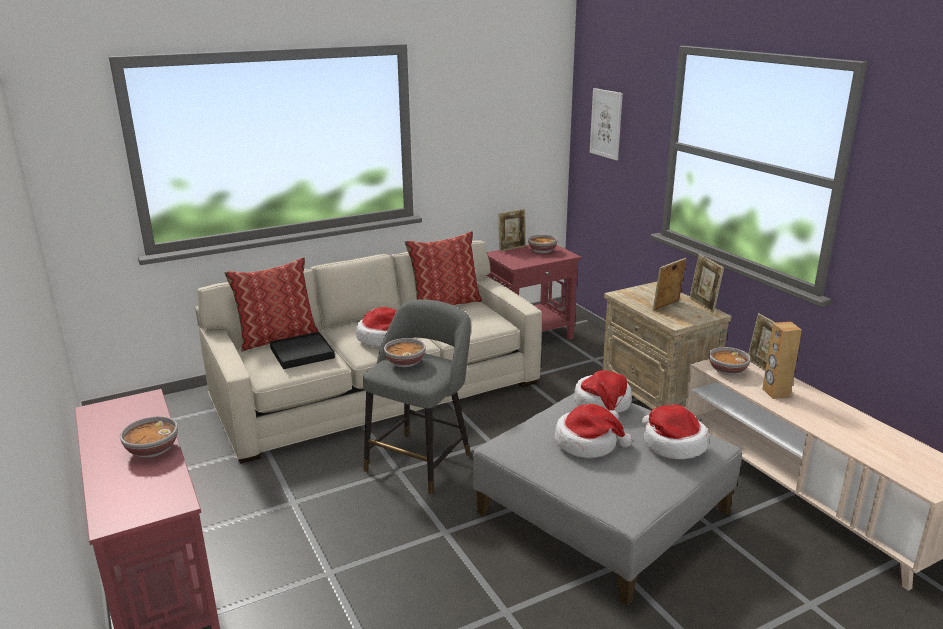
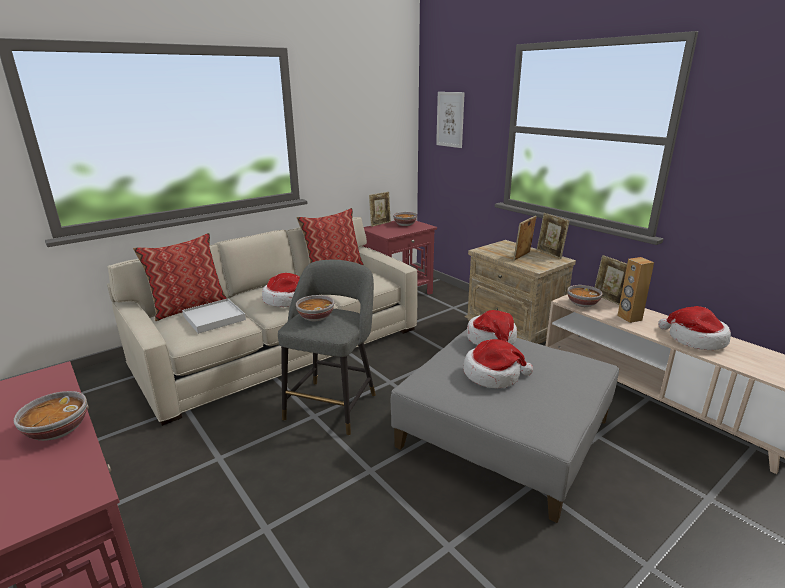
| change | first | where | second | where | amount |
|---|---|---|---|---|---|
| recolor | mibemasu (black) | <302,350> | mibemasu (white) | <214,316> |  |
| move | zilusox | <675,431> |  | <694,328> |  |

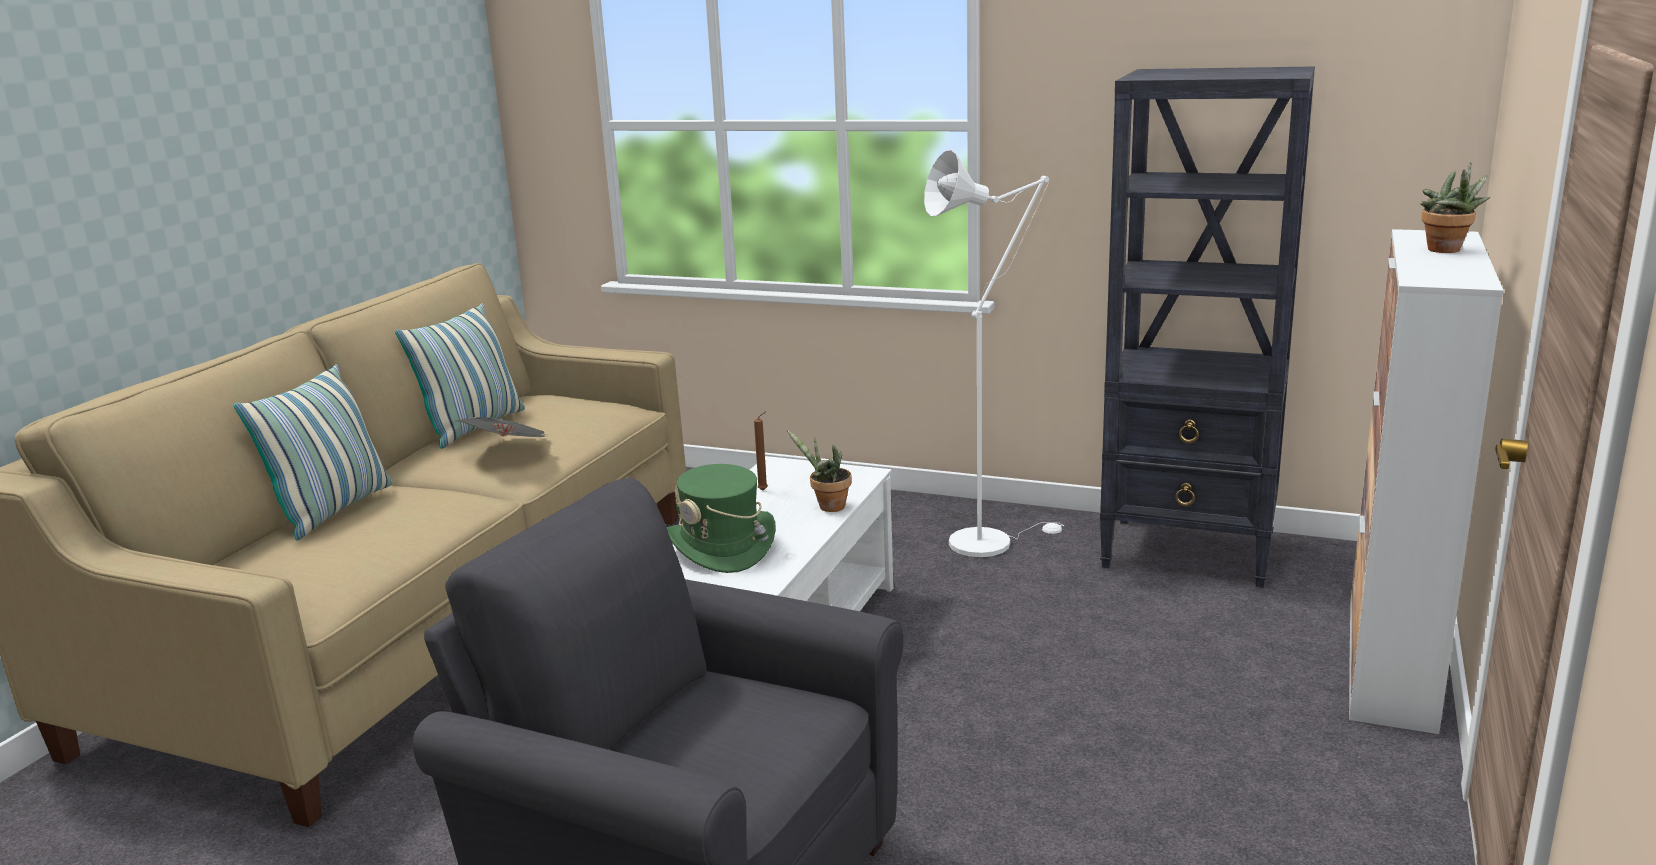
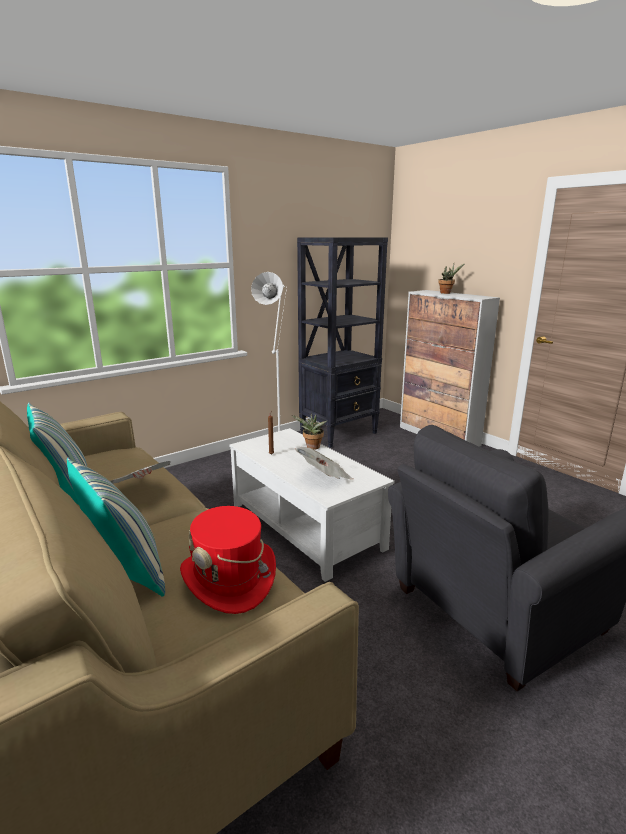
| change | first | where | second | where | amount |
|---|---|---|---|---|---|
| insert |  |  | zilusox (red) | <228,560> |  |
| replace | zilusox (green) | <721,518> | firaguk | <324,463> |  |

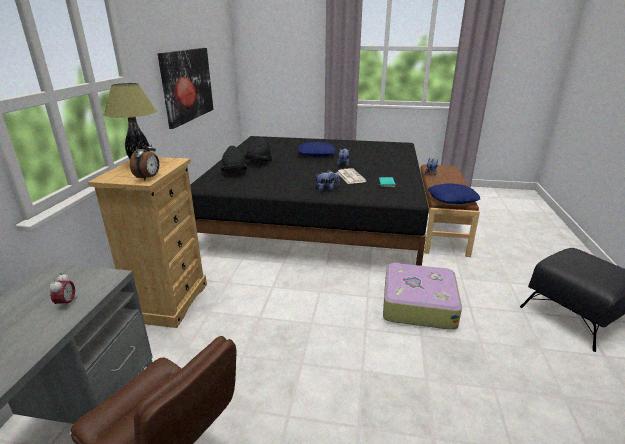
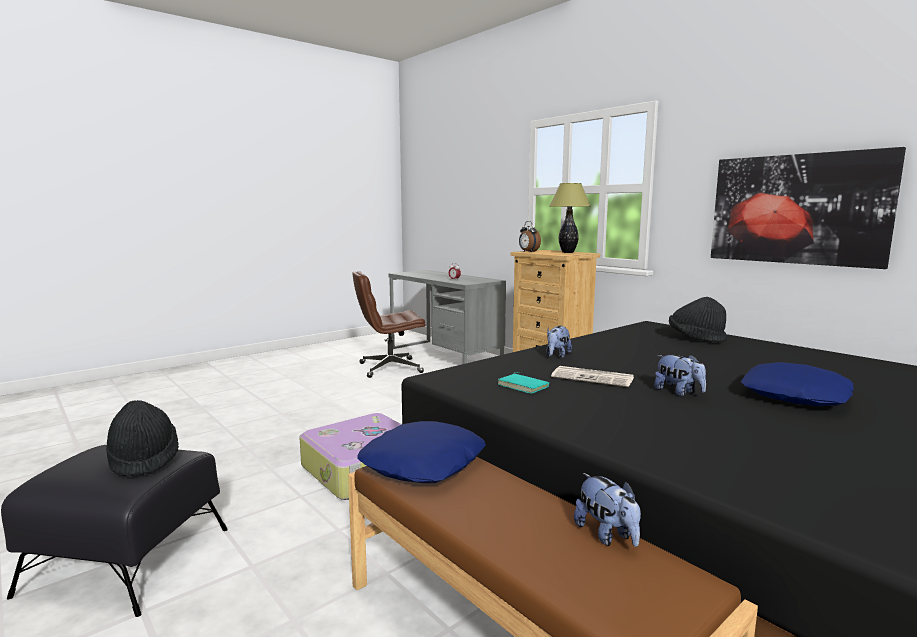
| change | first | where | second | where | amount |
|---|---|---|---|---|---|
| move | zilusox (black) | <258,149> |  | <142,438> |  |

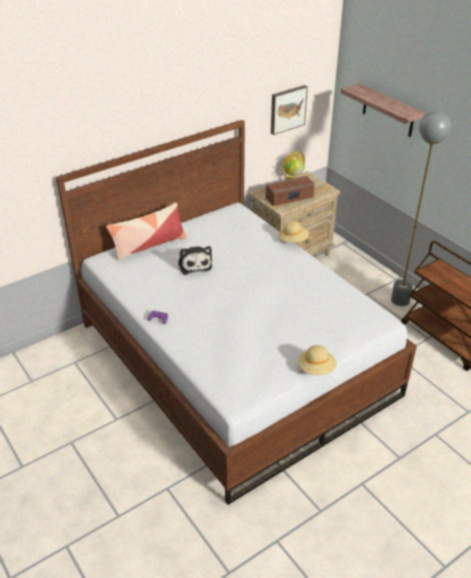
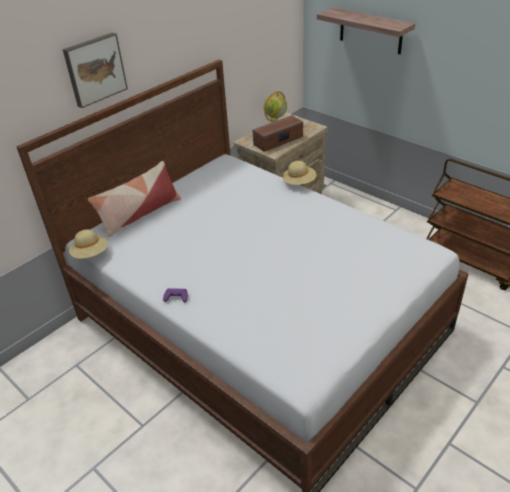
| change | first | where | second | where | amount |
|---|---|---|---|---|---|
| move | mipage | <289,110> |  | <95,70> |  |
| move | zilusox (beige) | <317,360> |  | <88,244> |  |
| delete | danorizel | <195,260> |  |  |  |
| delete | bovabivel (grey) | <421,208> |  |  |  |

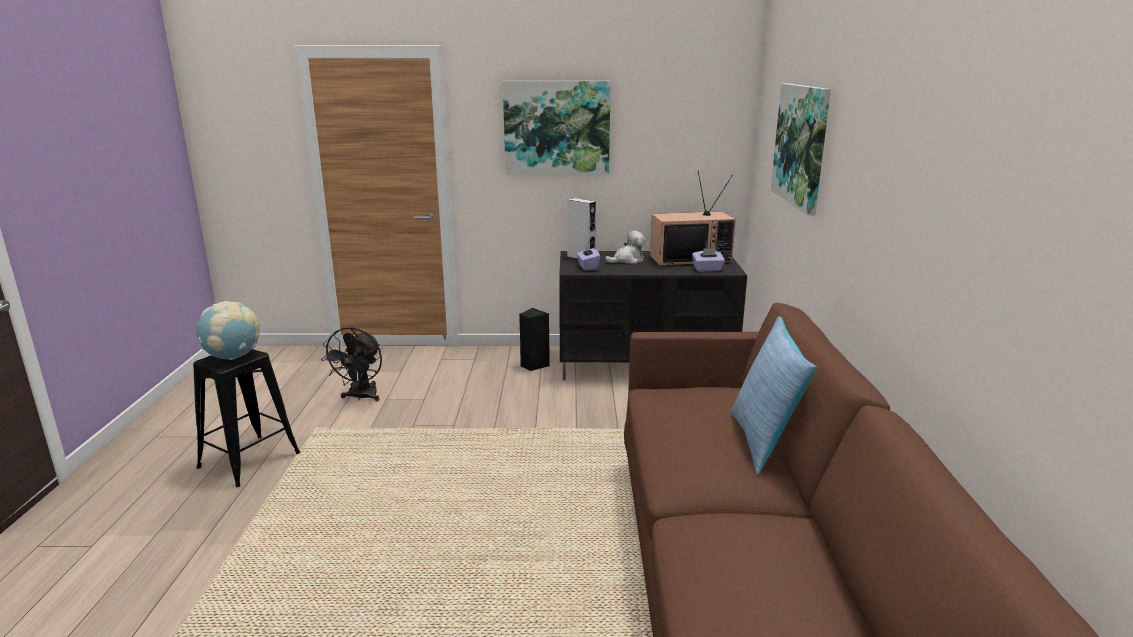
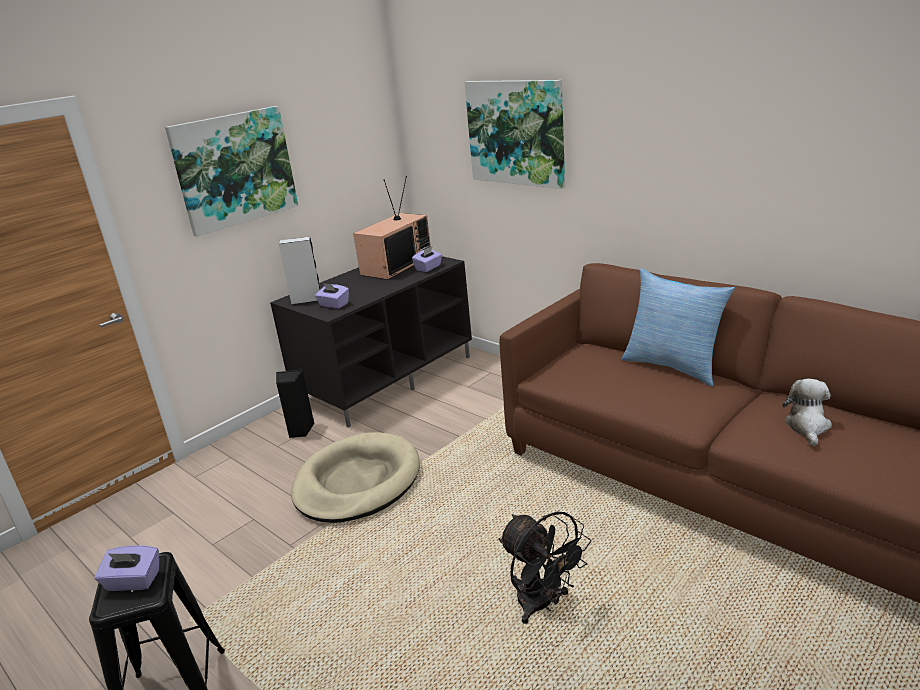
| change | first | where | second | where | amount |
|---|---|---|---|---|---|
| replace | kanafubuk | <228,330> | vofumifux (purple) | <127,568> |  |
| insert |  |  | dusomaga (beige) | <355,477> |  |
| move | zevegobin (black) | <351,364> |  | <544,567> |  |
| move | danorizel | <625,247> |  | <807,412> |  |

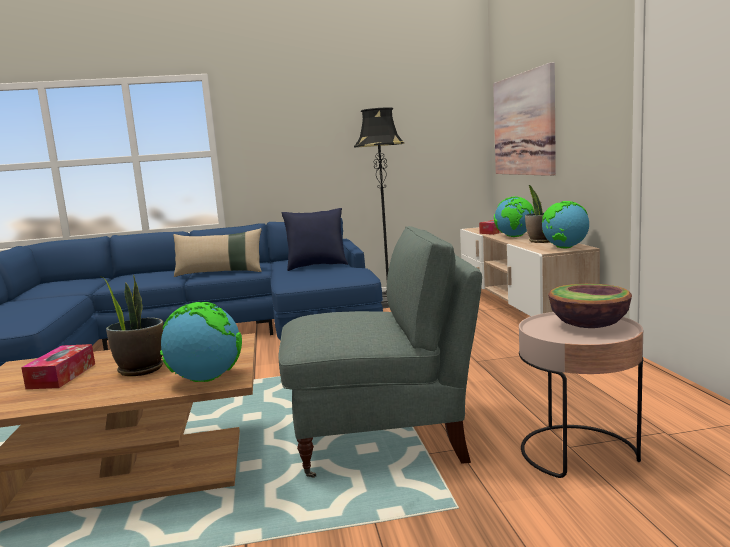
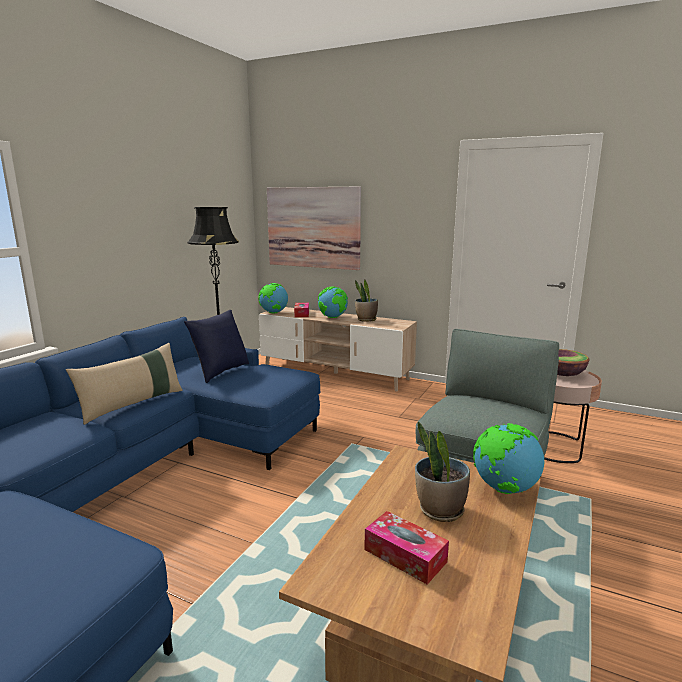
| change | first | where | second | where | amount |
|---|---|---|---|---|---|
| move | kanafubuk | <565,224> |  | <273,298> |  |

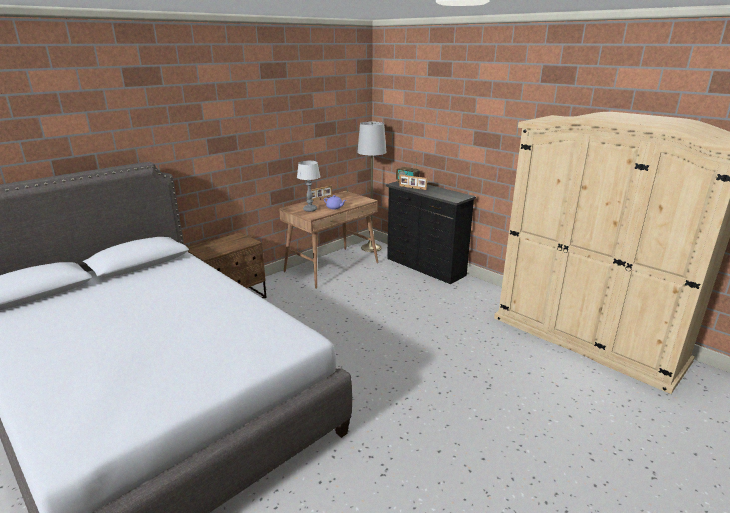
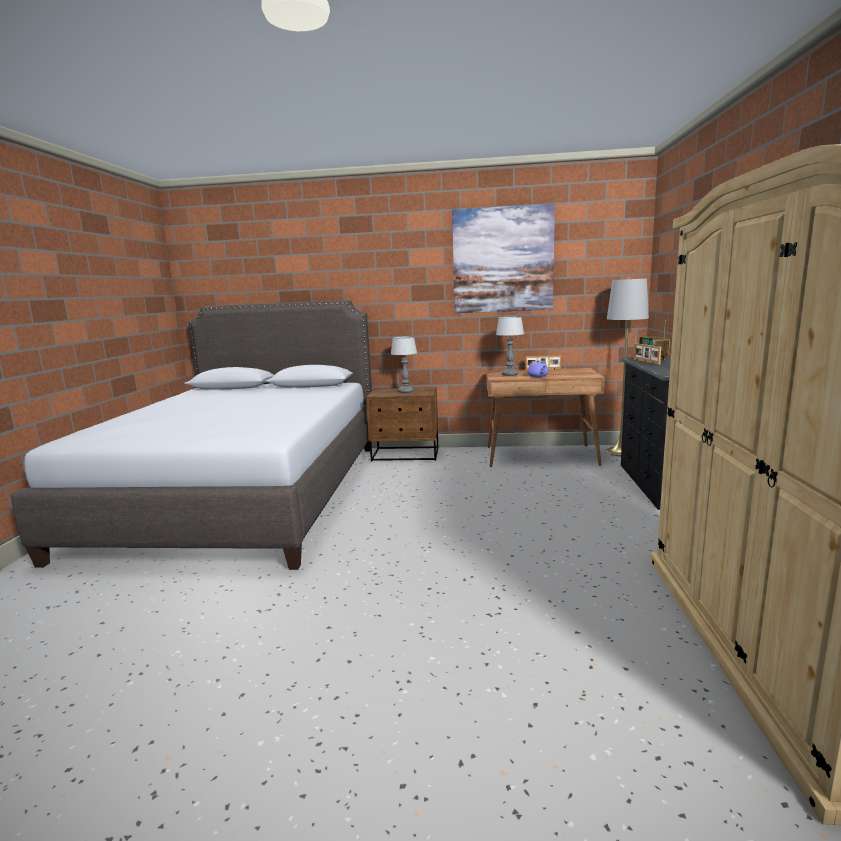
| change | first | where | second | where | amount |
|---|---|---|---|---|---|
| insert |  |  | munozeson | <404,364> |  |
| insert |  |  | mipage | <503,258> |  |

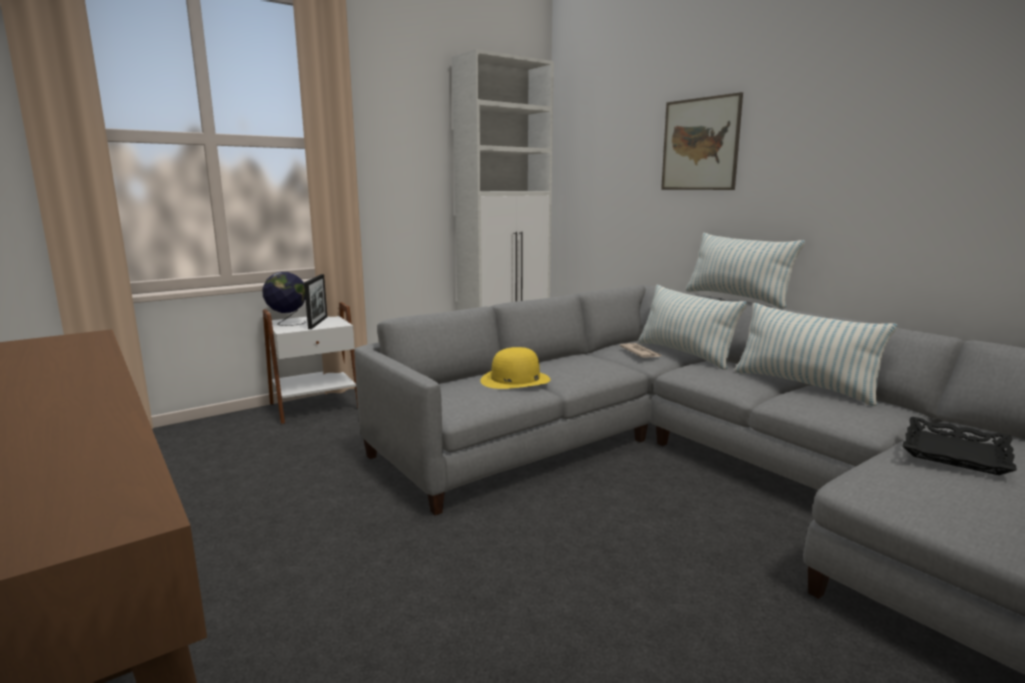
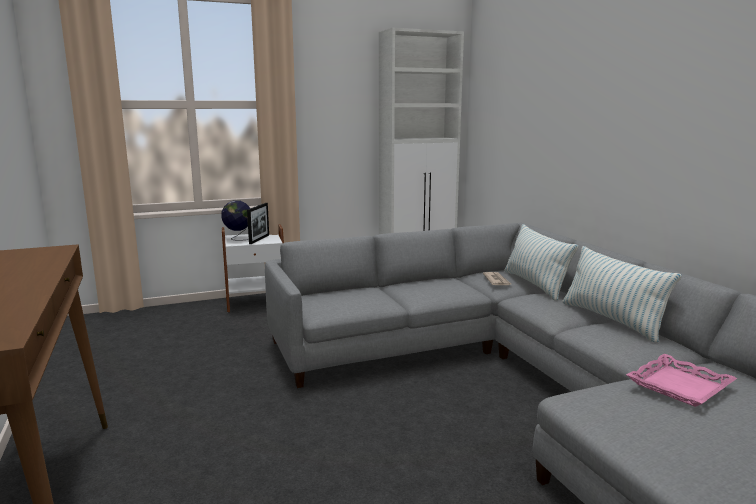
| change | first | where | second | where | amount |
|---|---|---|---|---|---|
| recolor | mibemasu (black) | <959,446> | mibemasu (pink) | <681,380> |  |
| delete | zilusox (yellow) | <515,368> |  |  |  |
| delete | mipage | <702,141> |  |  |  |
| delete | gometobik | <745,270> |  |  |  |

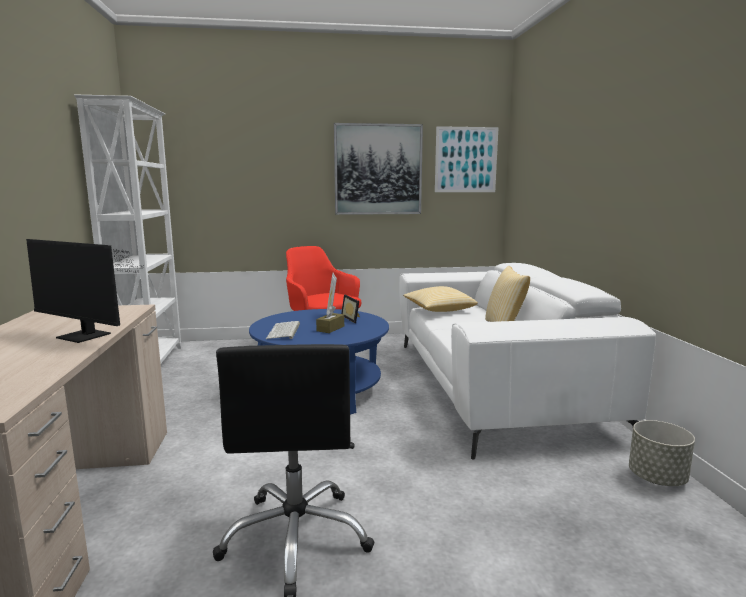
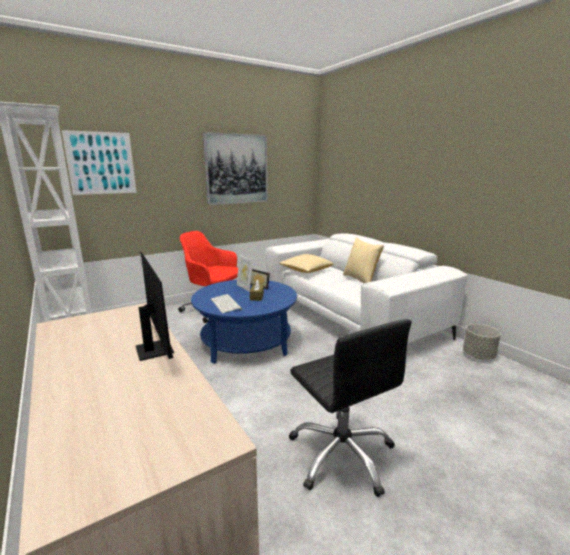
| change | first | where | second | where | amount |
|---|---|---|---|---|---|
| move | mipage | <467,159> |  | <99,162> |  |
| rotate | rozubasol | <85,291> |  | <154,306> | 120 degrees counterclockwise |

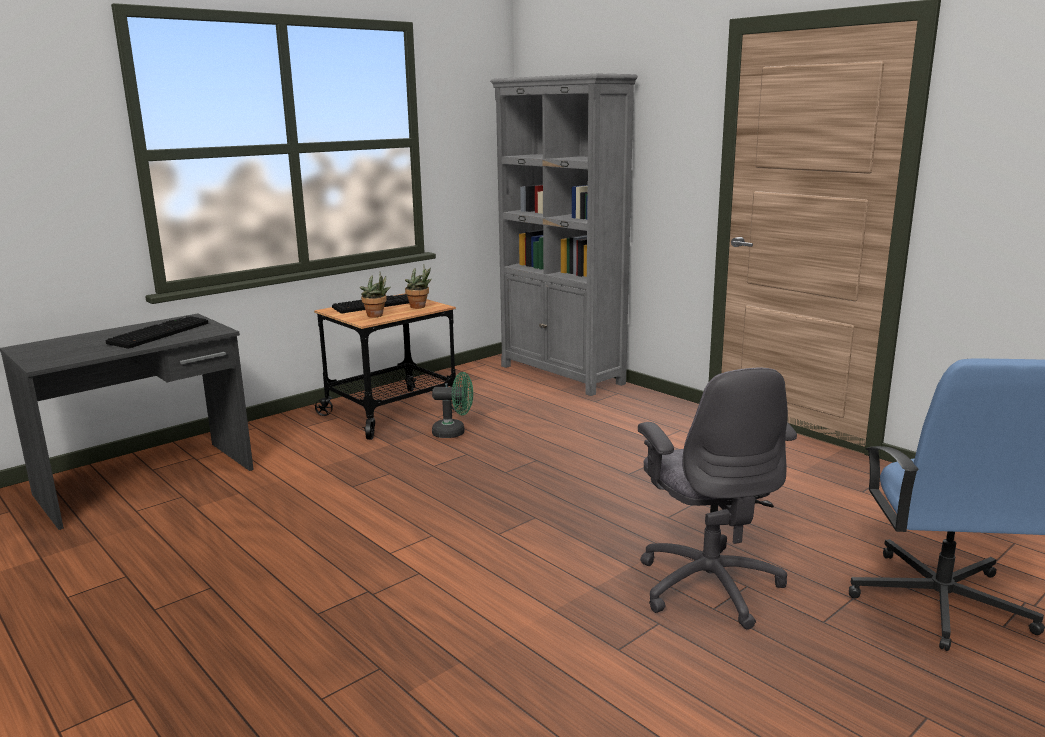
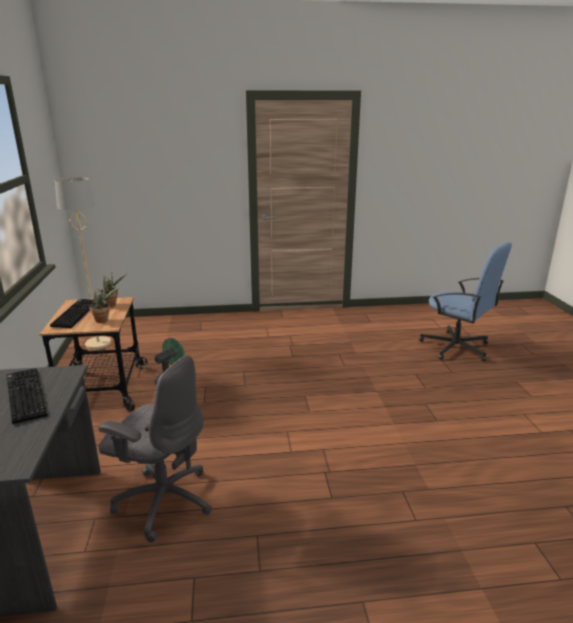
| change | first | where | second | where | amount |
|---|---|---|---|---|---|
| insert |  |  | bovabivel (beige) | <83,263> |  |
| move | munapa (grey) | <717,498> |  | <155,449> |  |
| delete | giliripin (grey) | <564,235> |  |  |  |

